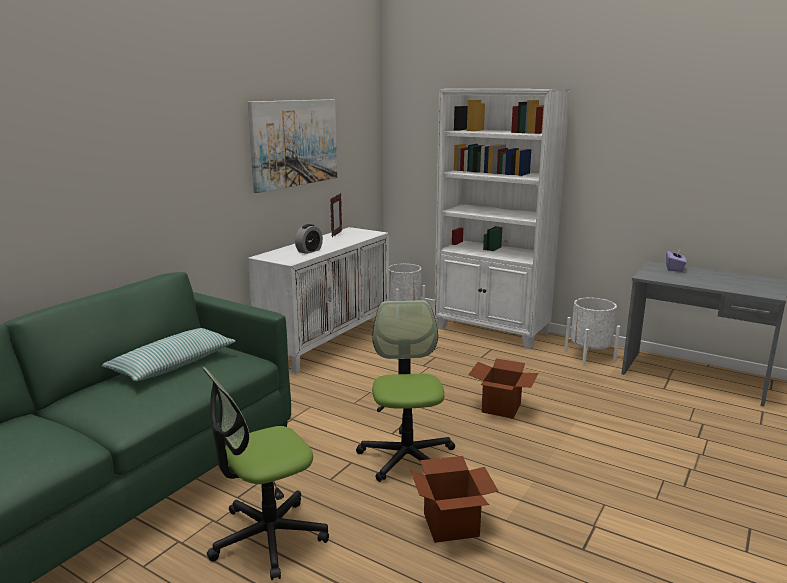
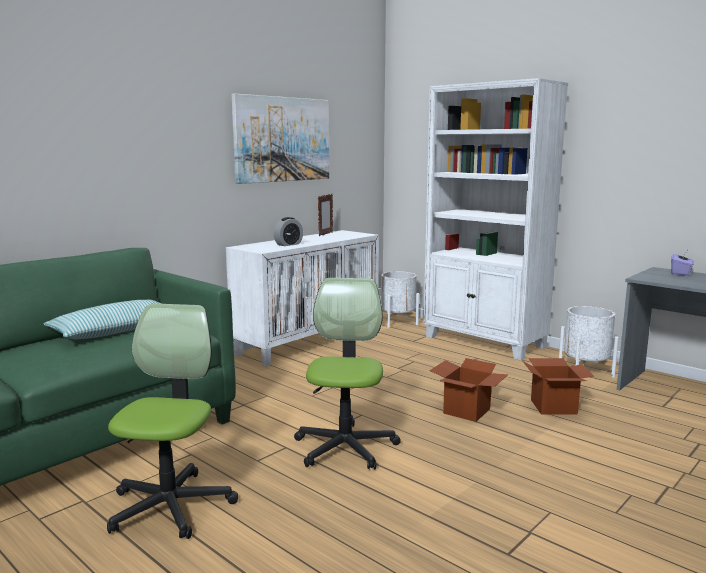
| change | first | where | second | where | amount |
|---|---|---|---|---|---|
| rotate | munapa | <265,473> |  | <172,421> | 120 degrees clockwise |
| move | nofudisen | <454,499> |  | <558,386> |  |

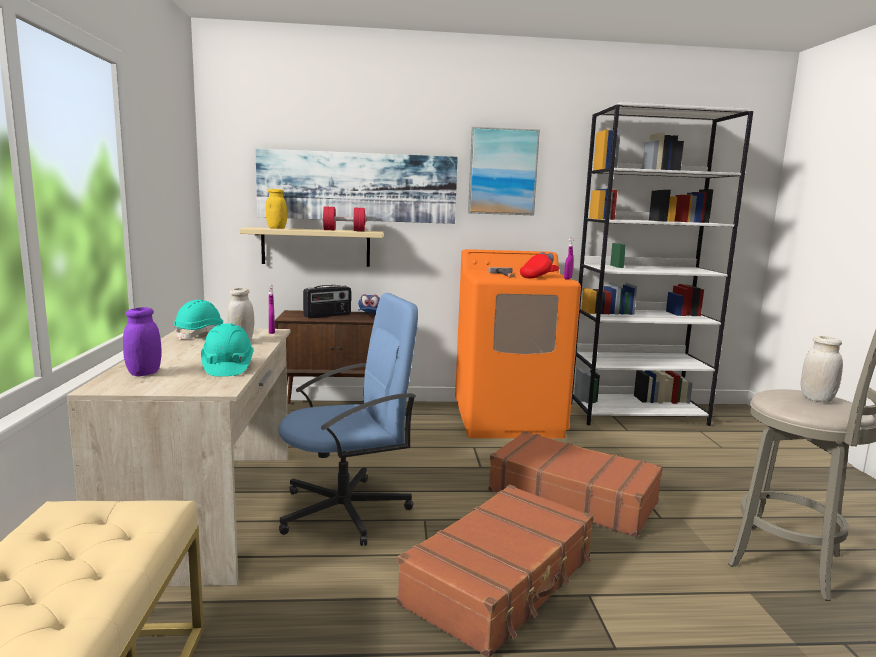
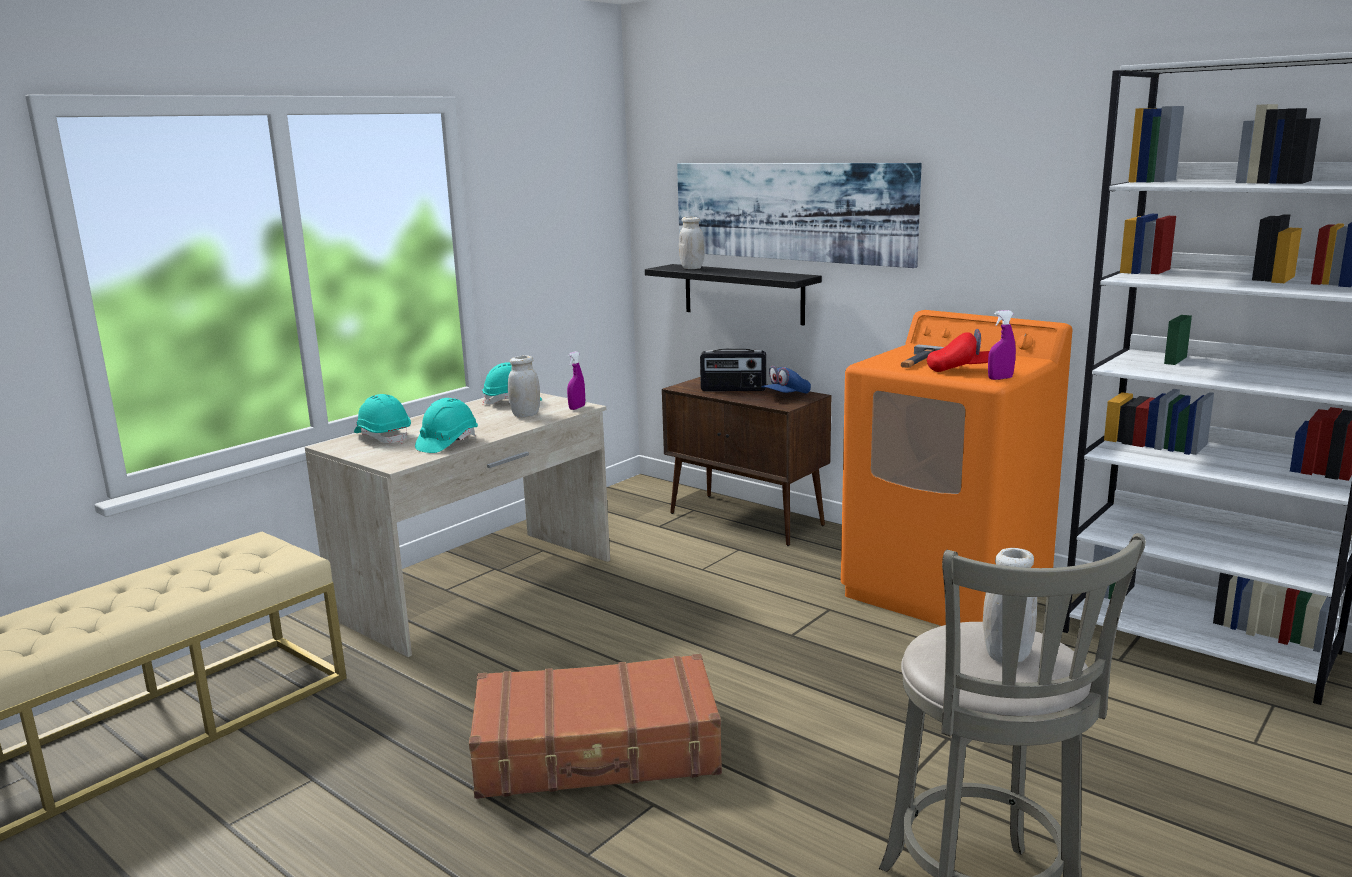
| change | first | where | second | where | amount |
|---|---|---|---|---|---|
| replace | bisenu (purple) | <142,342> | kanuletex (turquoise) | <382,418> |  |
| recolor | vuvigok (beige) | <311,247> | vuvigok (black) | <733,294> |  |
| recolor | bisenu (yellow) | <276,209> | bisenu (white) | <691,243> |  |
| delete | munapa (blue) | <348,419> |  |  |  |
| delete | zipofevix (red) | <344,219> |  |  |  |
| delete | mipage | <504,171> |  |  |  |
| delete | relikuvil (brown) | <575,484> |  |  |  |

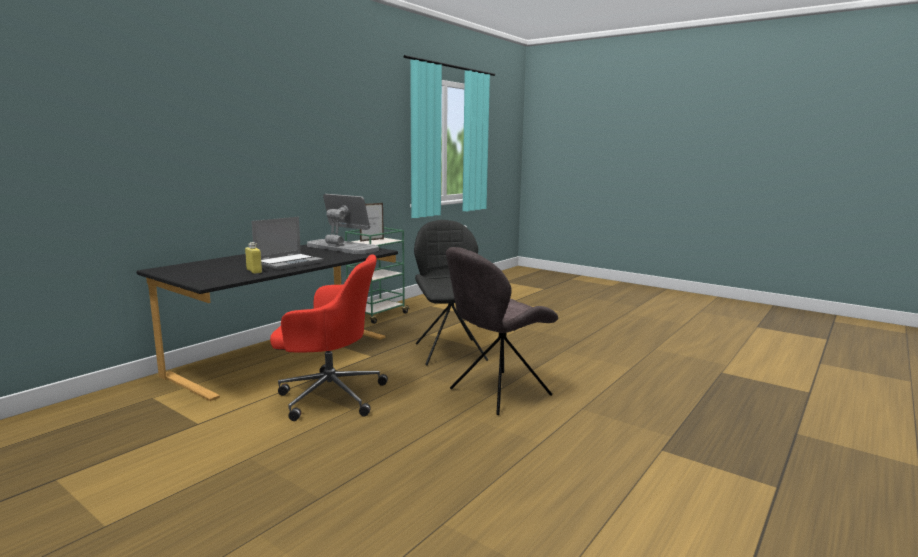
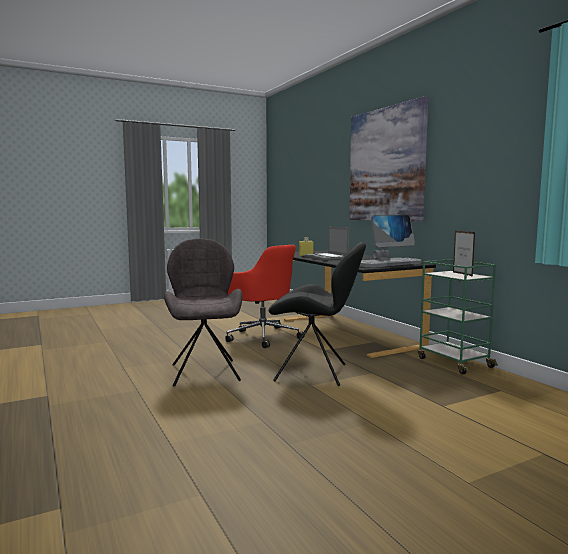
| change | first | where | second | where | amount |
|---|---|---|---|---|---|
| rotate | munapa (red) | <329,337> |  | <265,296> | 75 degrees counterclockwise |
| insert |  |  | mipage | <388,159> |  |

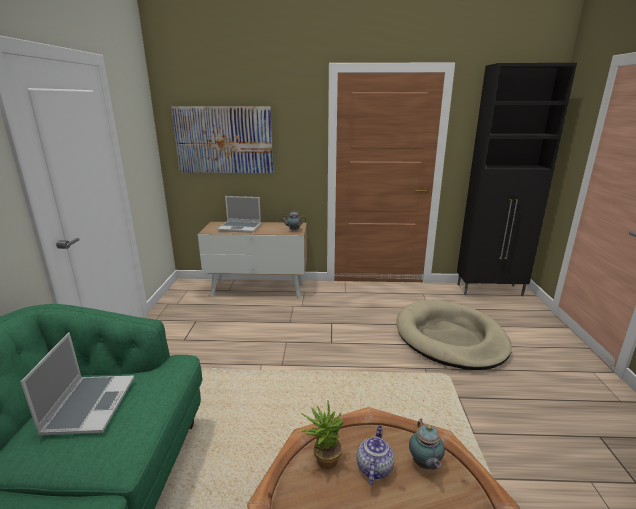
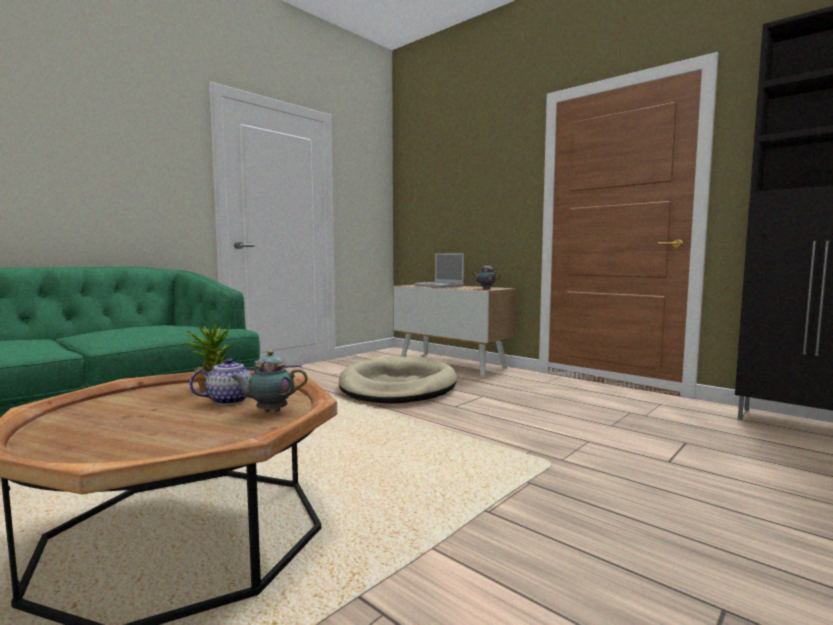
| change | first | where | second | where | amount |
|---|---|---|---|---|---|
| rotate | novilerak | <427,444> |  | <269,381> | 45 degrees clockwise |
| move | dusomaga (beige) | <454,334> |  | <398,380> |  |
| delete | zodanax | <77,383> |  |  |  |
| delete | mipage | <222,139> |  |  |  |

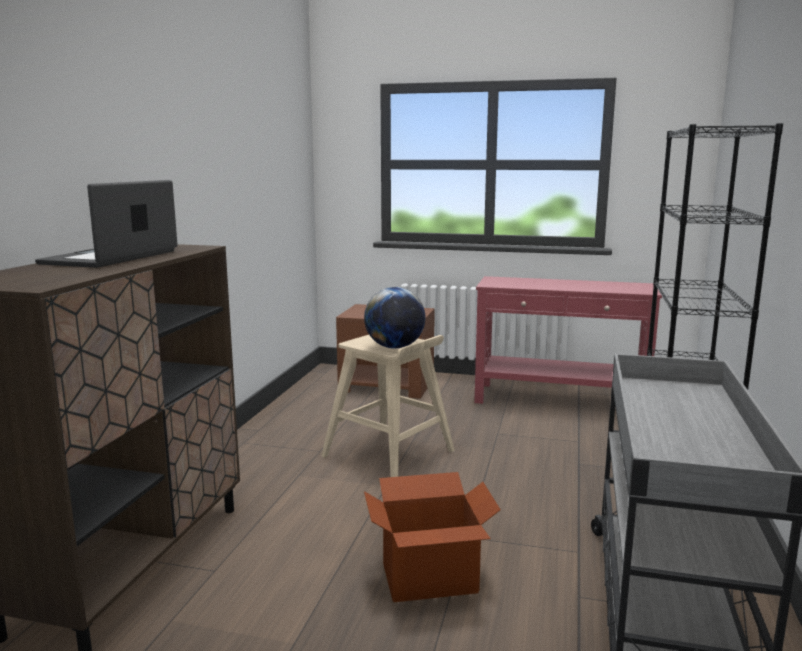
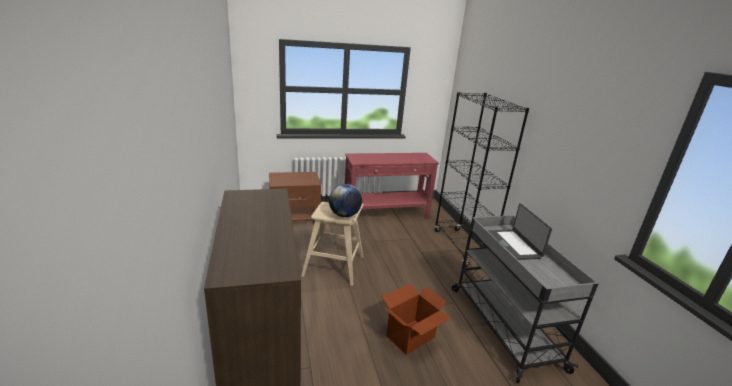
| change | first | where | second | where | amount |
|---|---|---|---|---|---|
| move | zodanax | <106,224> |  | <519,231> |  |

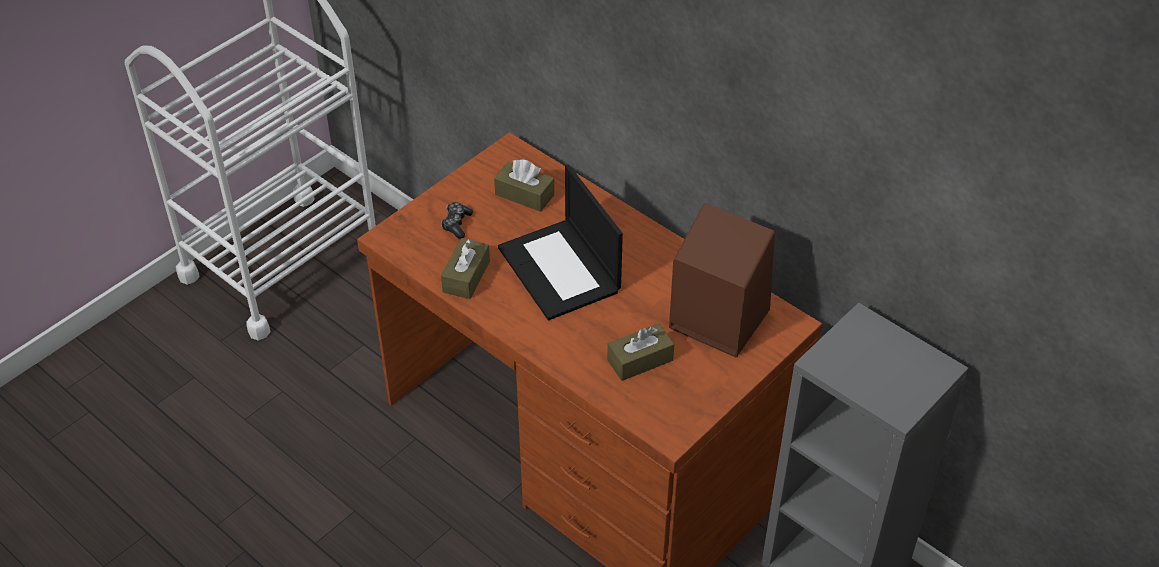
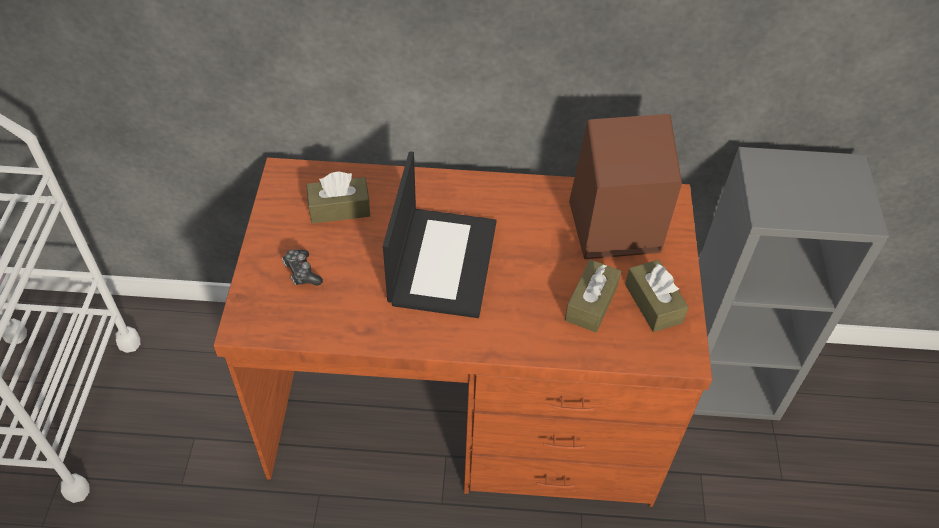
| change | first | where | second | where | amount |
|---|---|---|---|---|---|
| rotate | zodanax | <560,242> |  | <440,234> | 105 degrees counterclockwise |
| move | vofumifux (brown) | <465,268> |  | <657,296> |  |

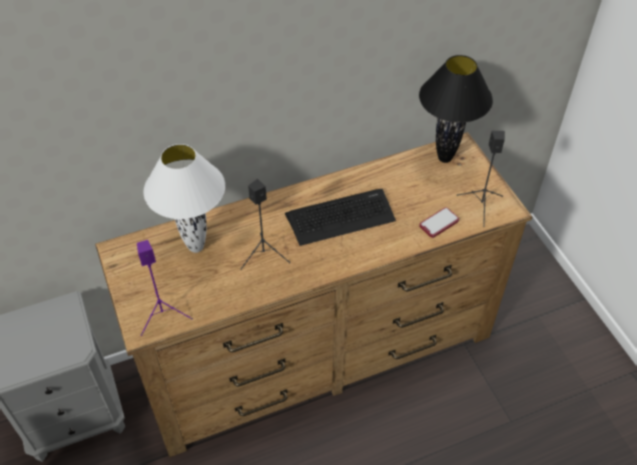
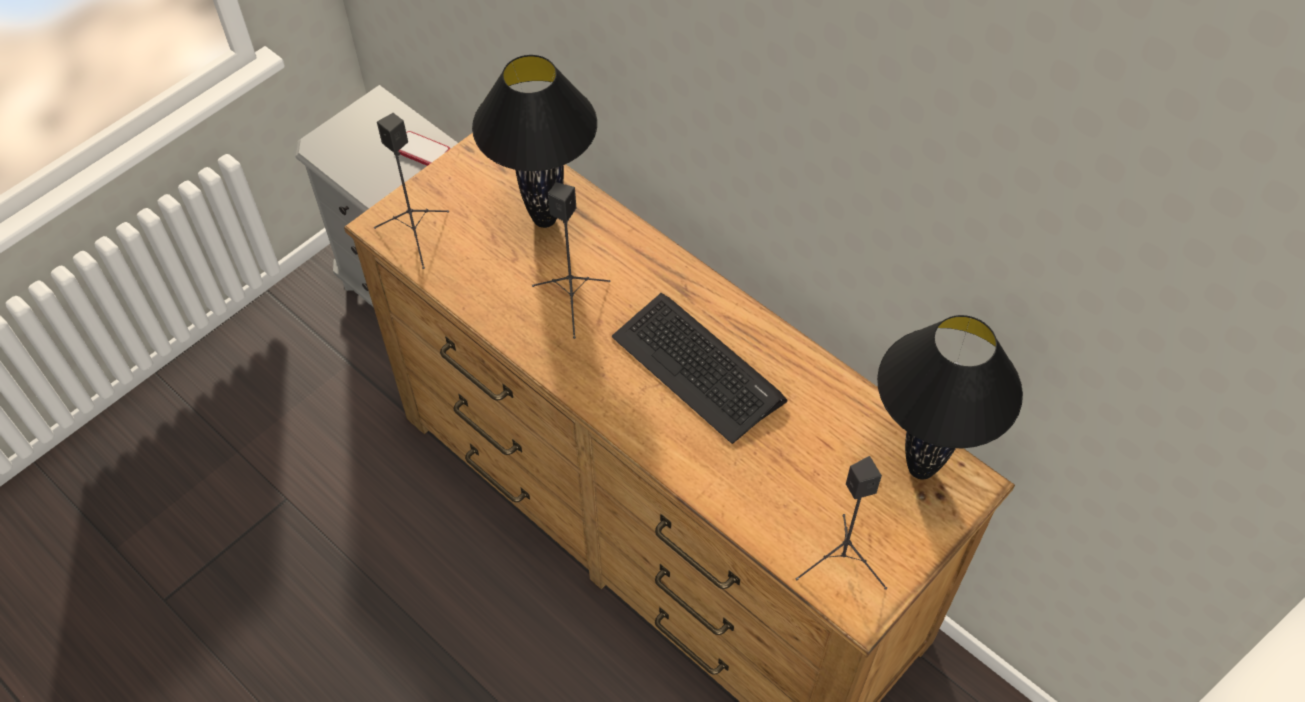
| change | first | where | second | where | amount |
|---|---|---|---|---|---|
| recolor | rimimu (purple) | <165,288> | rimimu (black) | <411,191> |  |
| move | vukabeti | <439,222> |  | <424,148> |  |
| recolor | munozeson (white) | <184,198> | munozeson (black) | <534,141> |  |

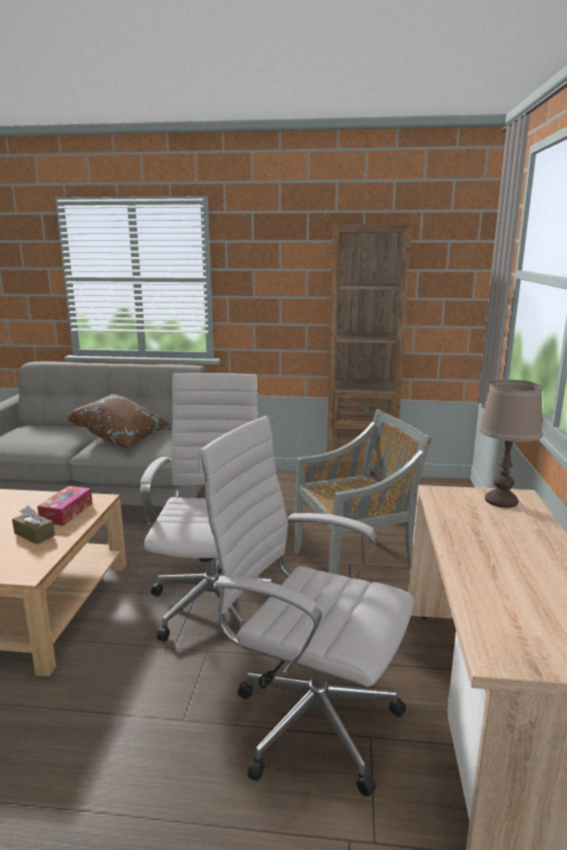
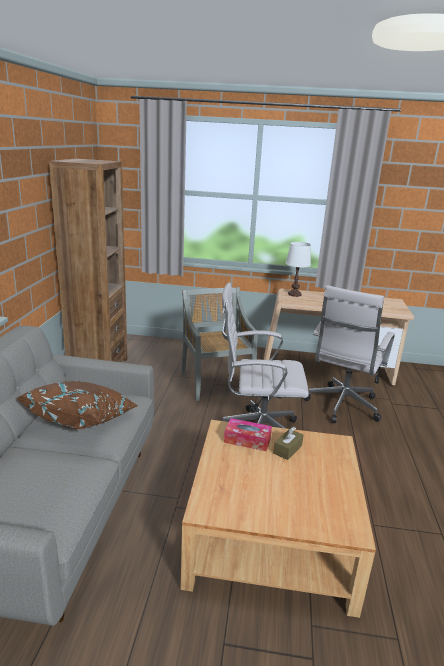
| change | first | where | second | where | amount |
|---|---|---|---|---|---|
| recolor | munozeson (brown) | <511,444> | munozeson (white) | <298,269> |  |

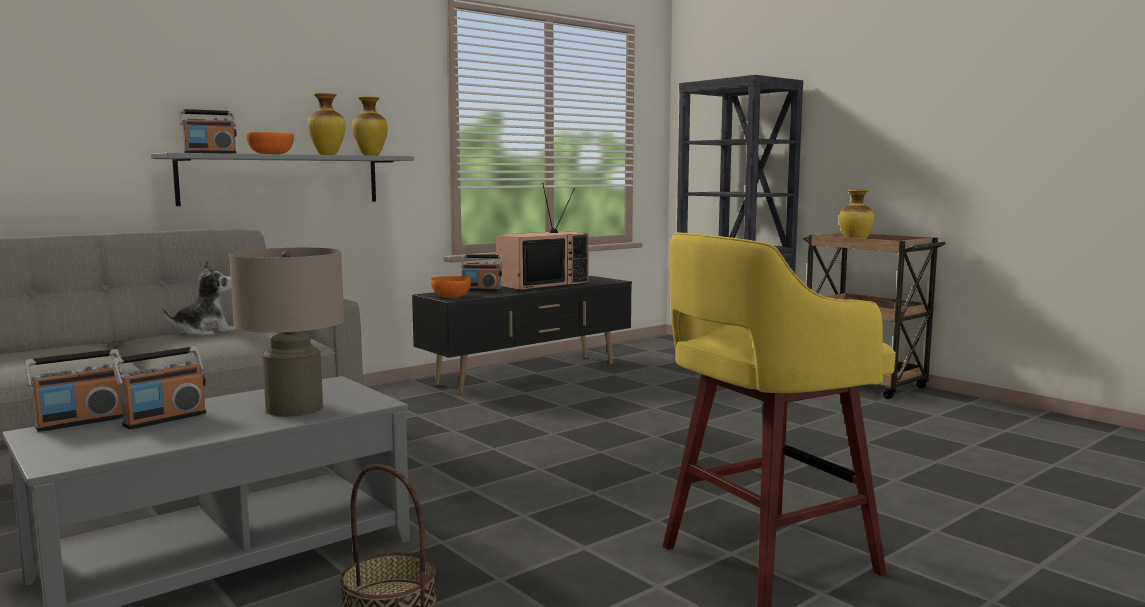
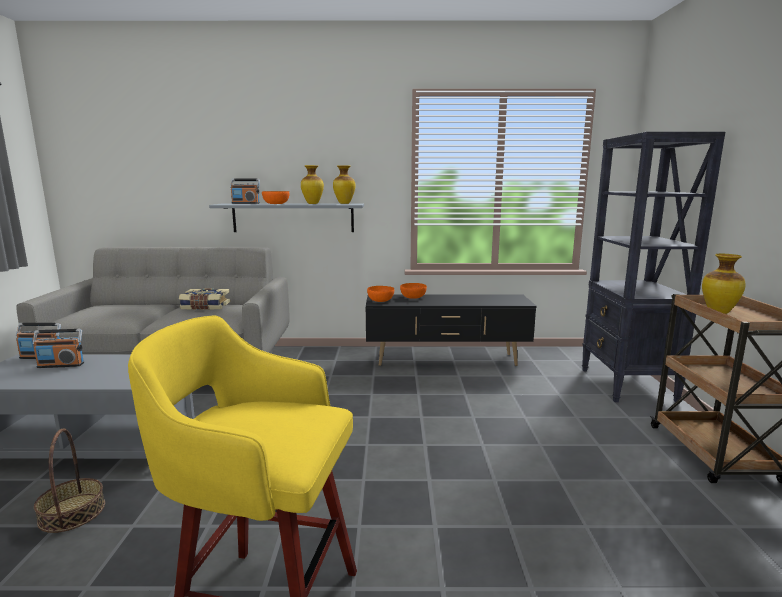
| change | first | where | second | where | amount |
|---|---|---|---|---|---|
| replace | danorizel | <199,298> | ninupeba | <204,299> |  |
| replace | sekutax | <482,272> | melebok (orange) | <413,291> |  |
| delete | munozeson (beige) | <286,332> |  |  |  |
| delete | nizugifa | <542,236> |  |  |  |

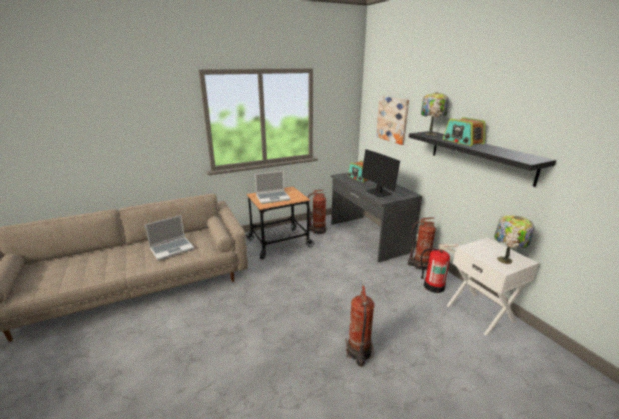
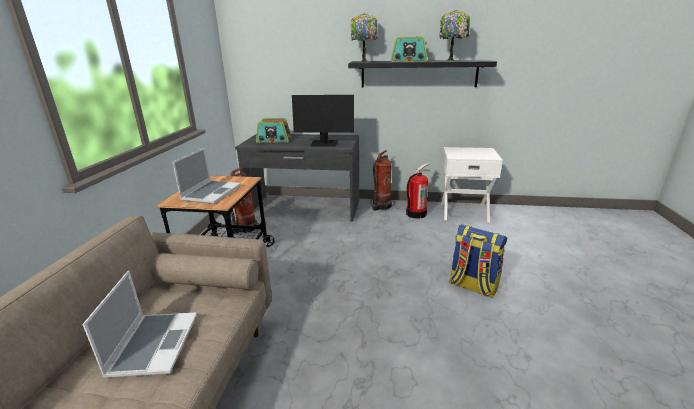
| change | first | where | second | where | amount |
|---|---|---|---|---|---|
| move | munozeson | <514,239> |  | <455,35> |  |
| replace | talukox | <360,326> | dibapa | <478,261> |  |
| delete | mipage | <392,120> |  |  |  |

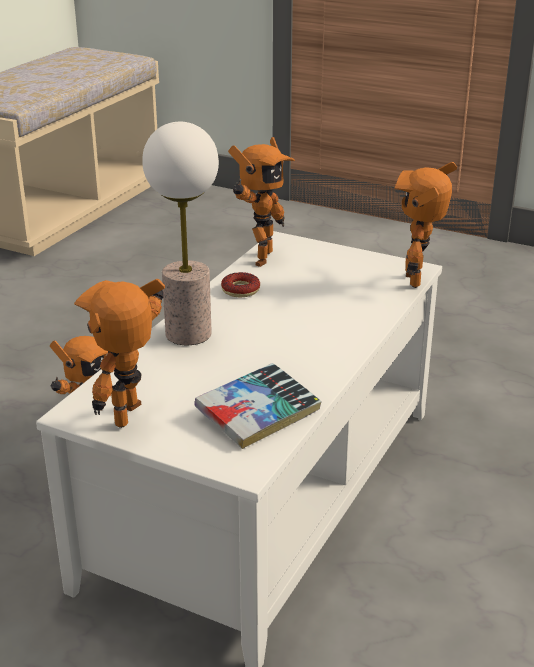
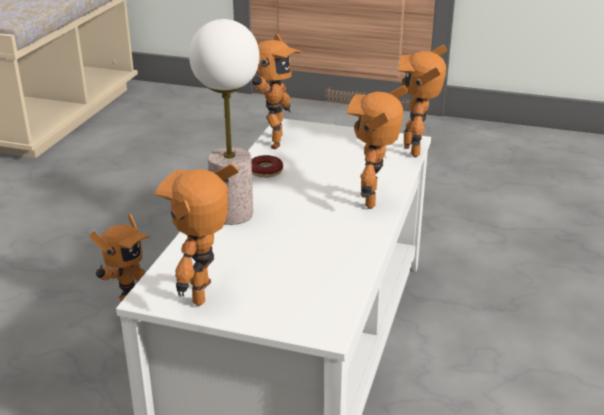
| change | first | where | second | where | amount |
|---|---|---|---|---|---|
| insert |  |  | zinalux | <377,147> |  |
| delete | ninupeba | <258,406> |  |  |  |

